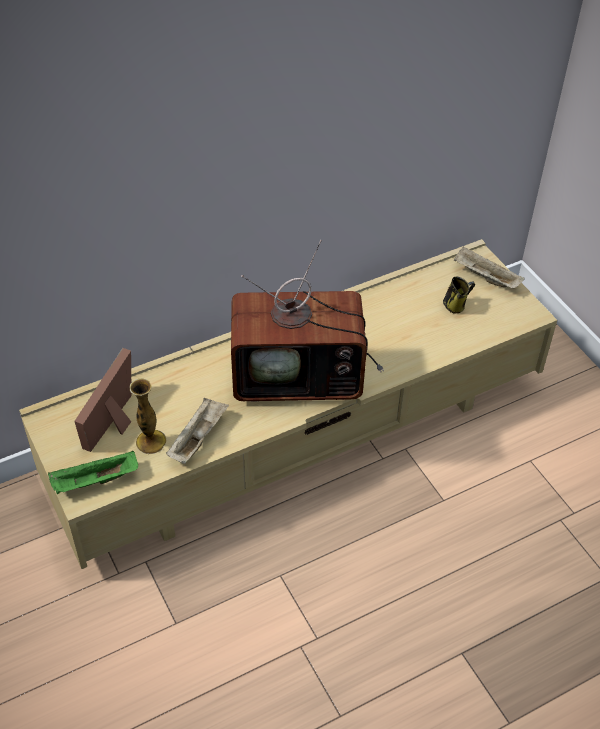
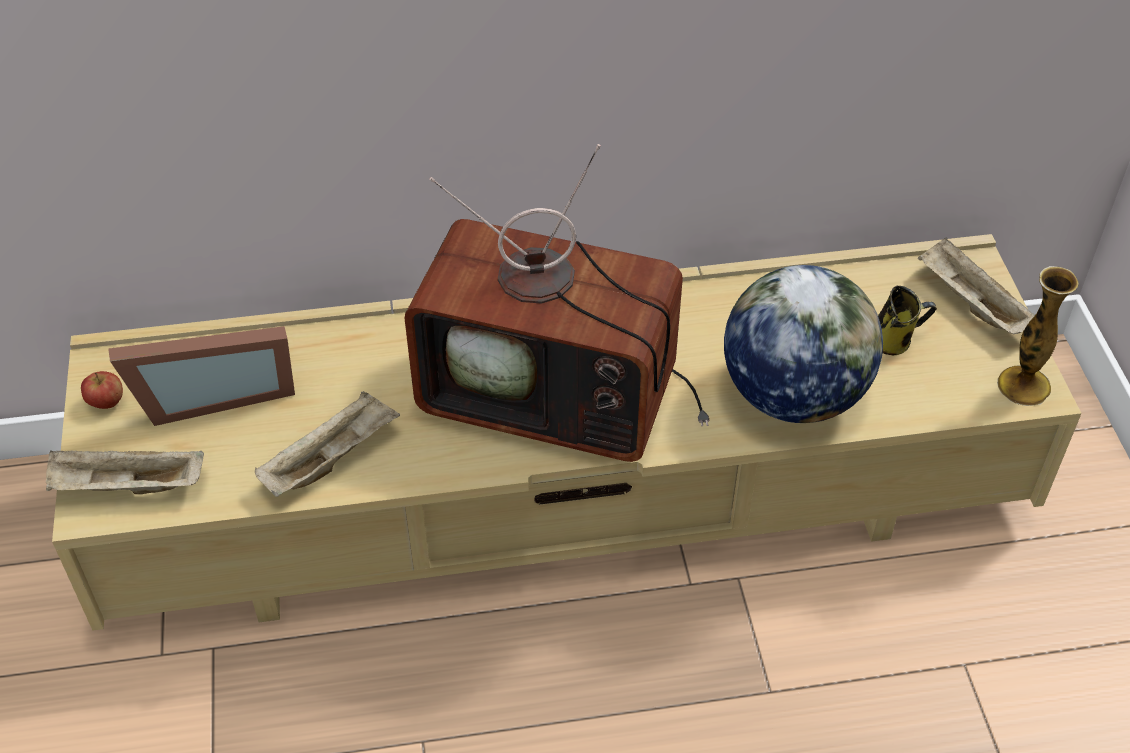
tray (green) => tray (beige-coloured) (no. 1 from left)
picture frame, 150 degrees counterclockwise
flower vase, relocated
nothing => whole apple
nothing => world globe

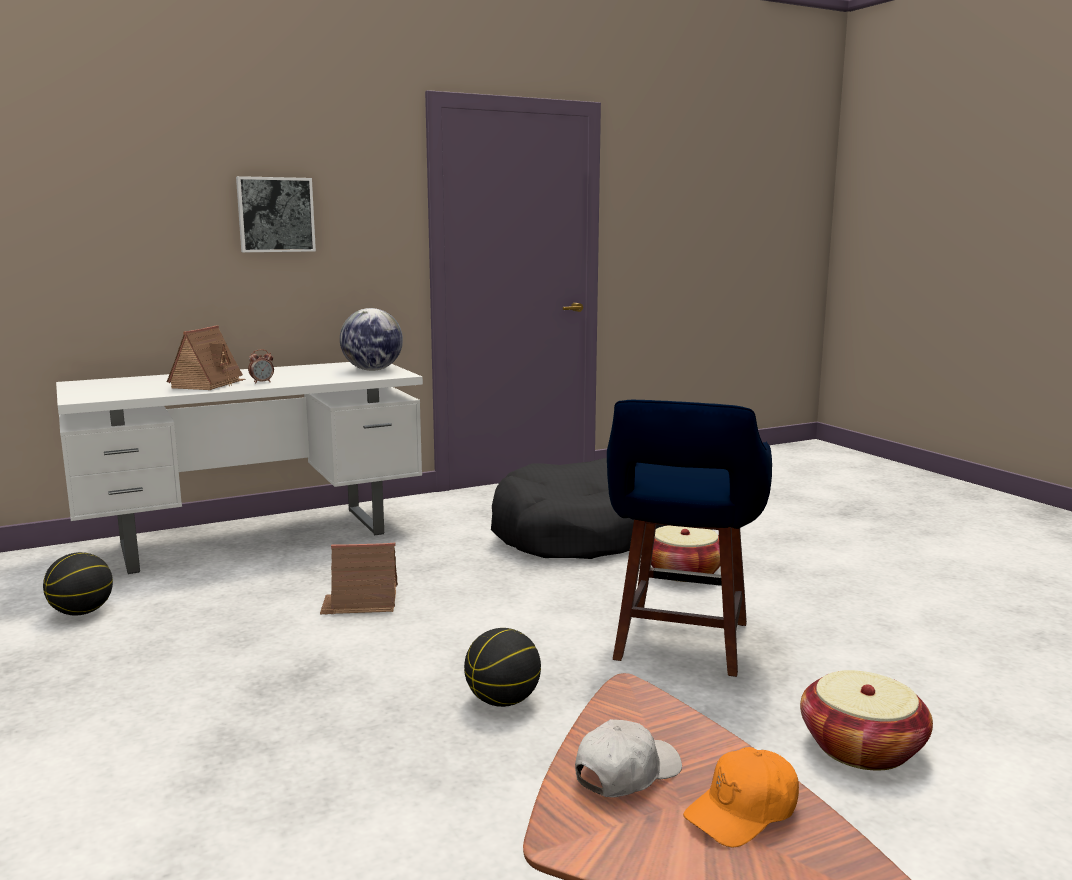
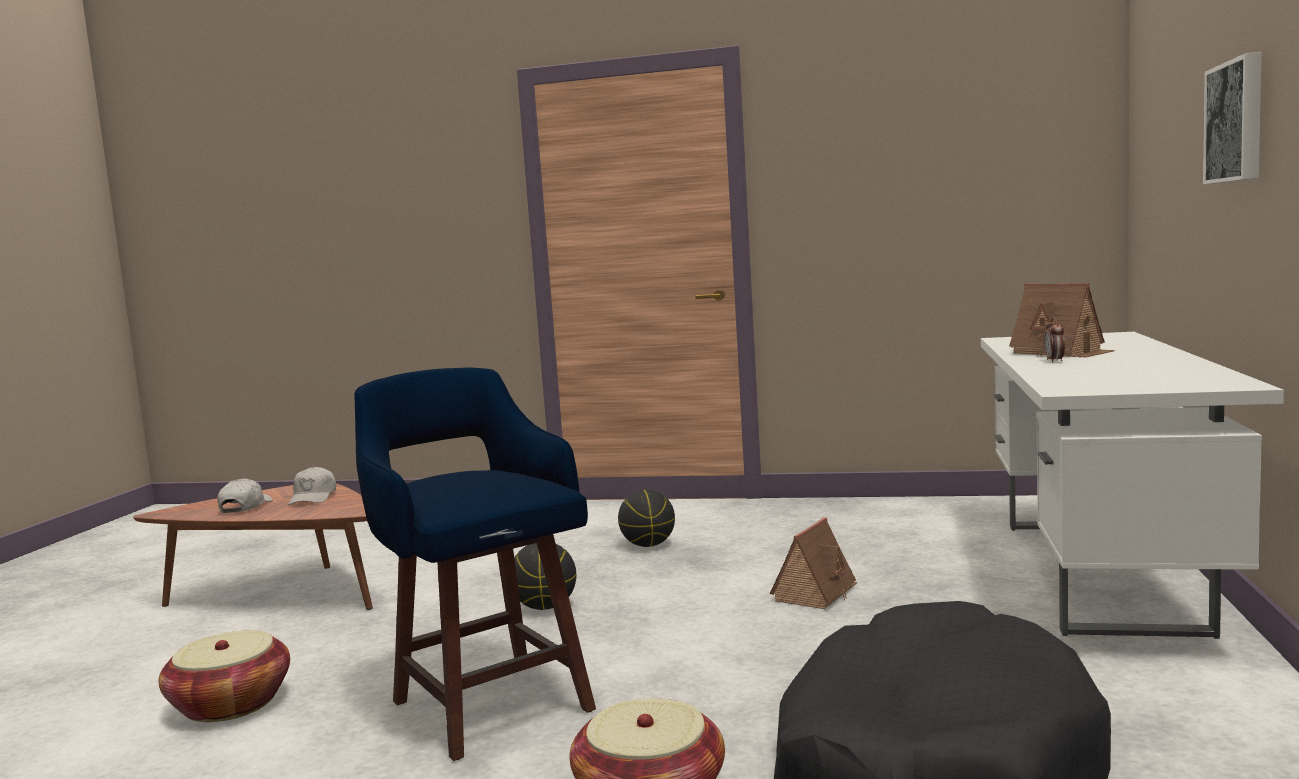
ball for basketball (no. 1 from left in the first image) => ball for basketball (no. 2 from left), relocated
world globe => nothing
peaked cap (orange-coloured) => peaked cap (white-coloured) (no. 1 from left)

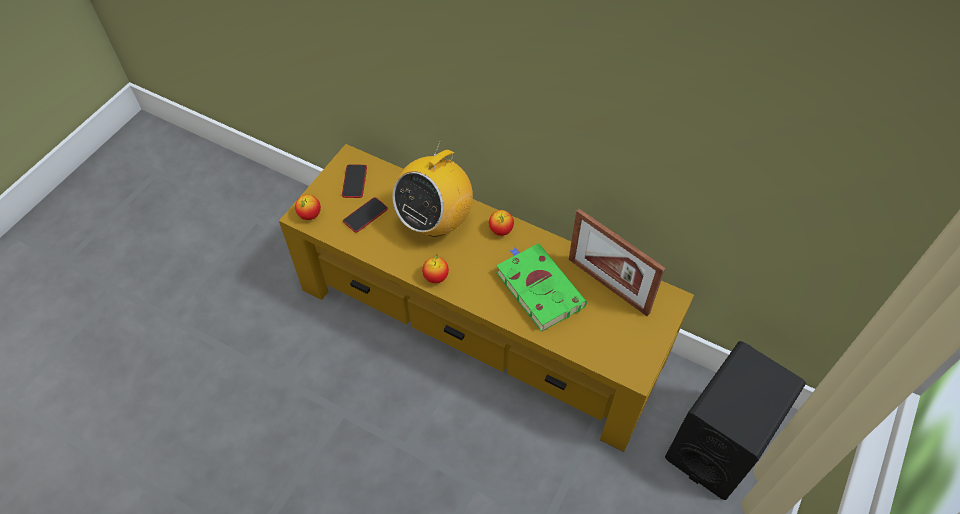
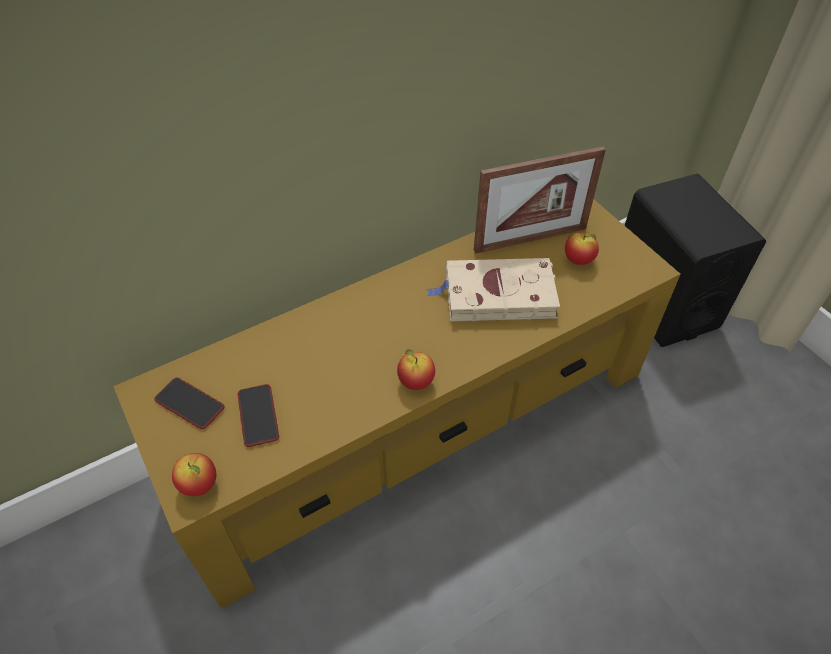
radio => nothing
whole apple (no. 3 from left), relocated
bound book (green) => bound book (beige-coloured)

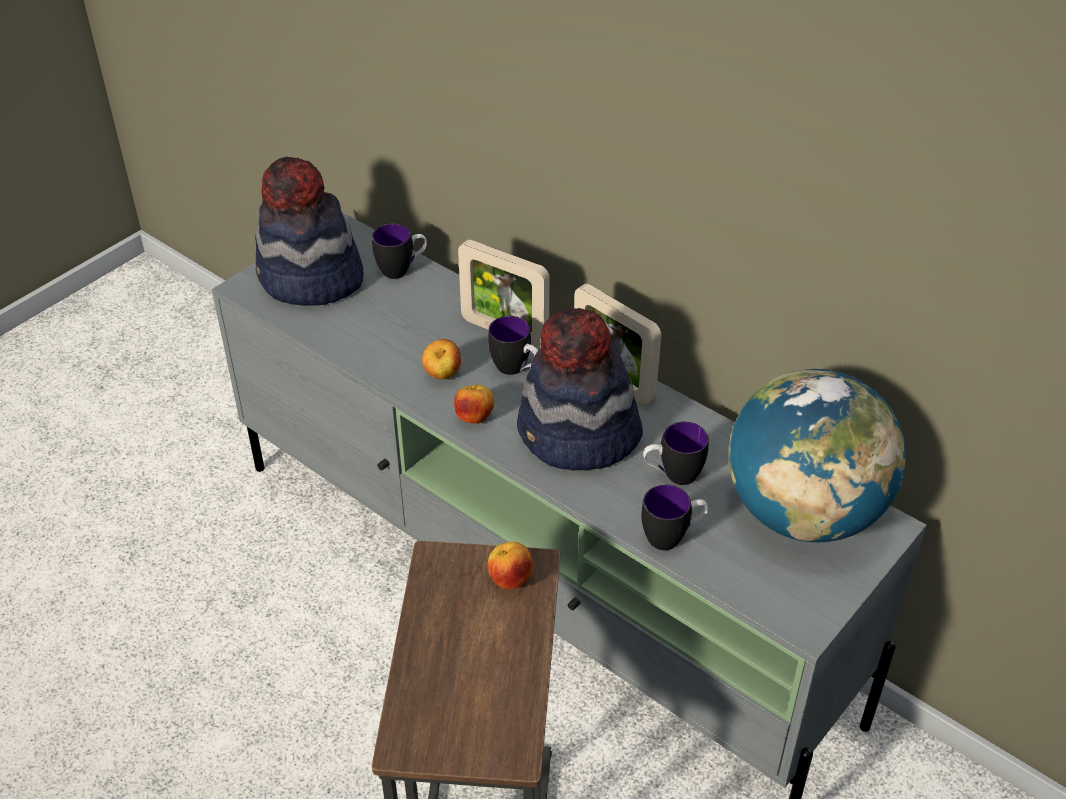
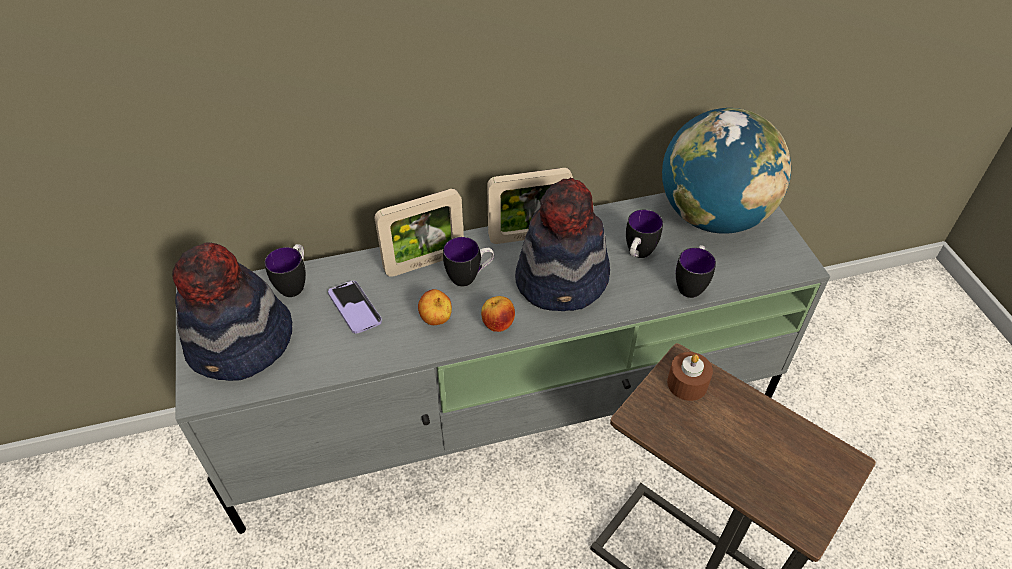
whole apple (no. 3 from left) => wax light (brownish)
nothing => handset

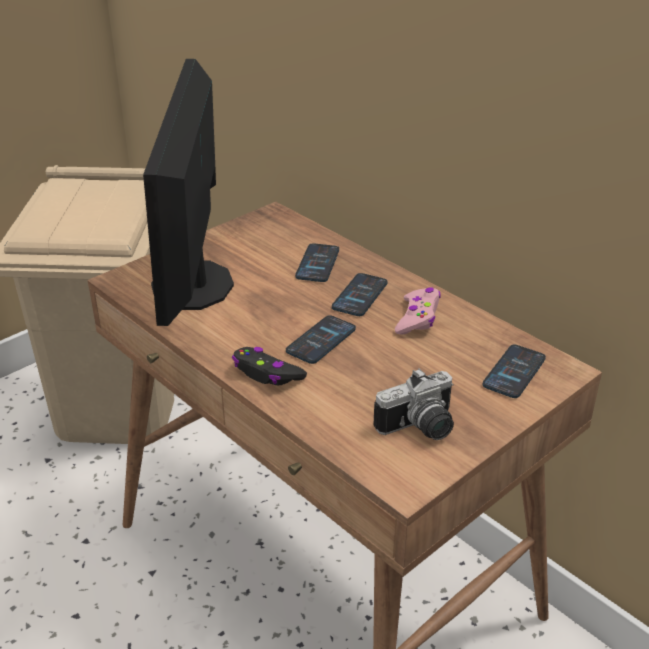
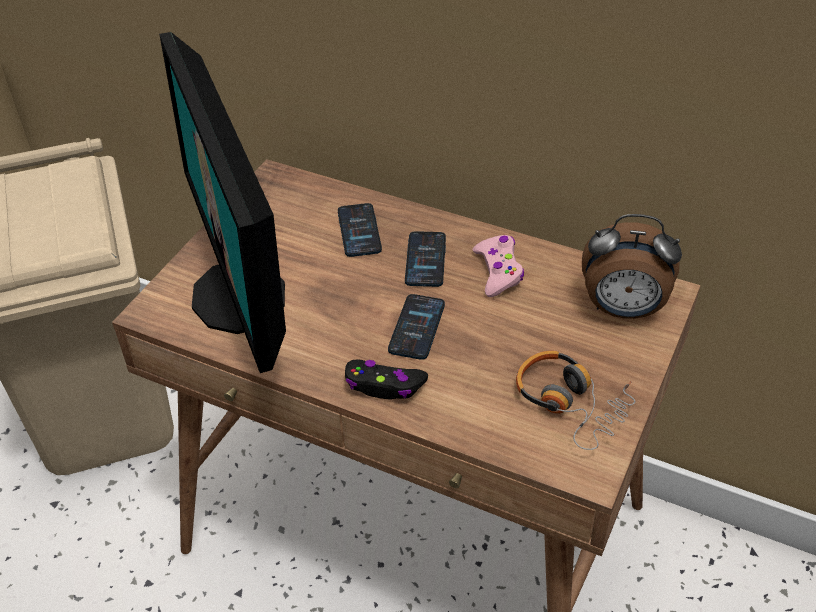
photo camera => headset
handset (no. 4 from left) => table clock

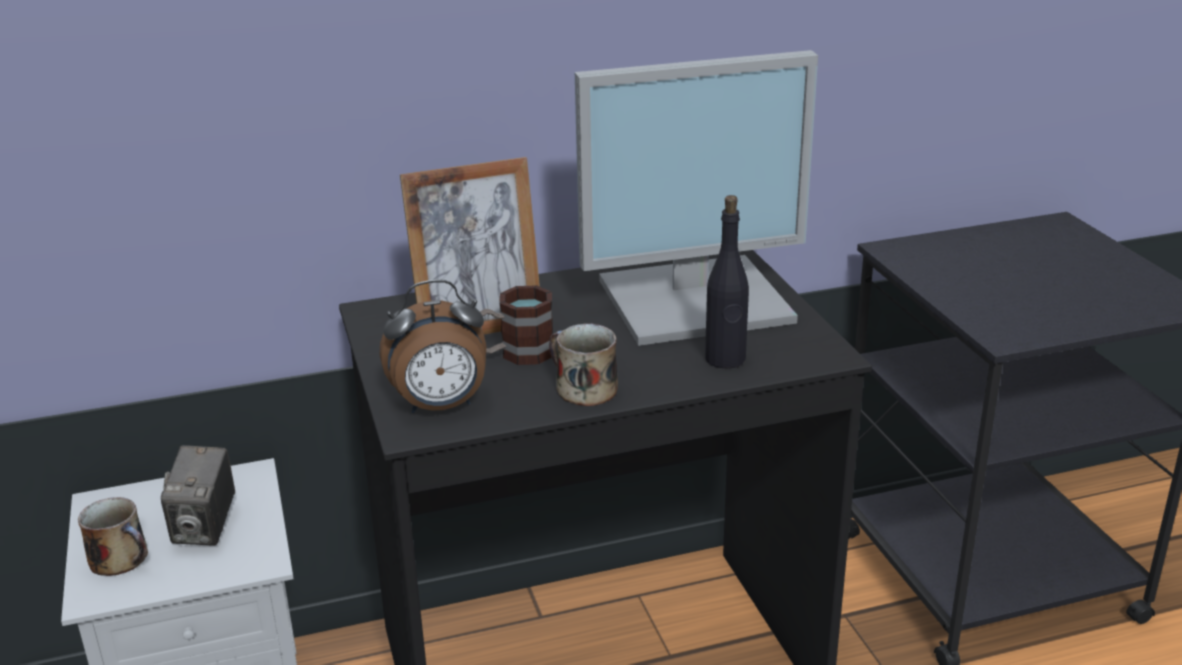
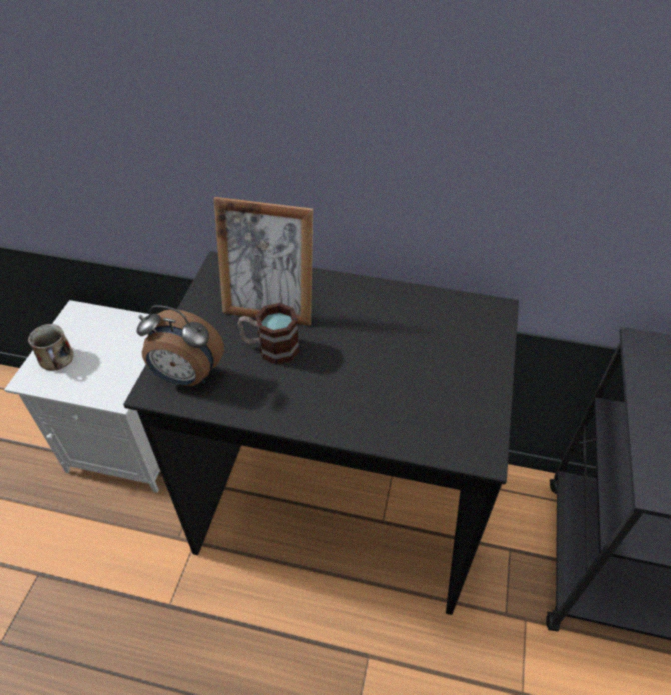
photo camera => nothing
tea mug (no. 3 from left) => nothing
monitor => nothing
drink bottle (blackish) => nothing

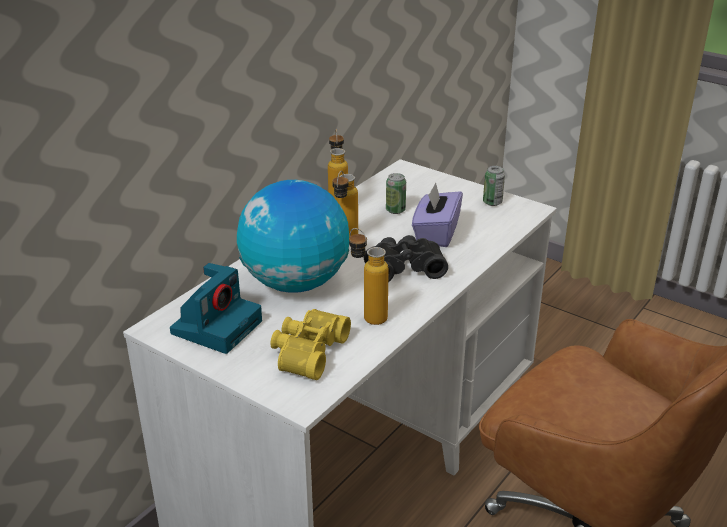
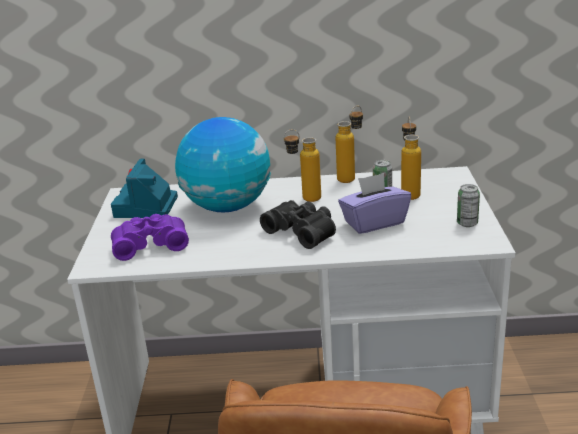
photo camera, 105 degrees clockwise
binoculars (yellow) => binoculars (purple-coloured)
drink bottle (no. 3 from left), relocated

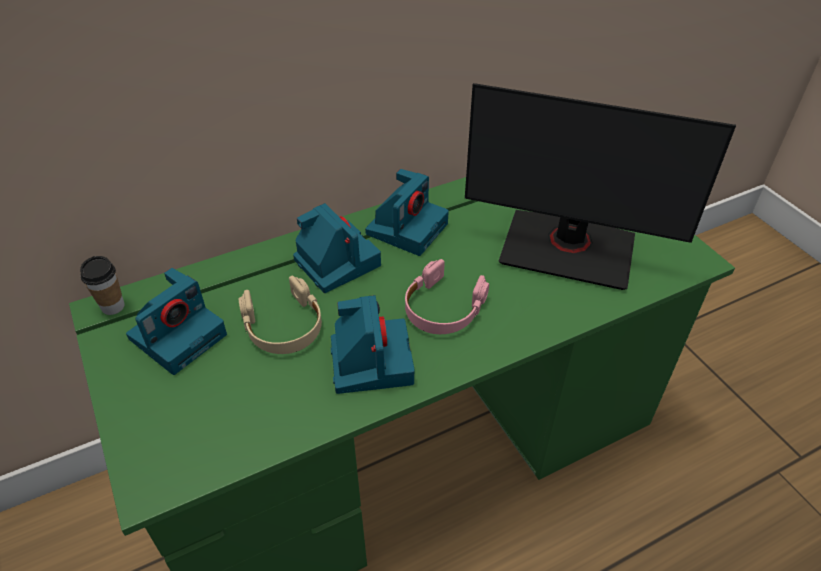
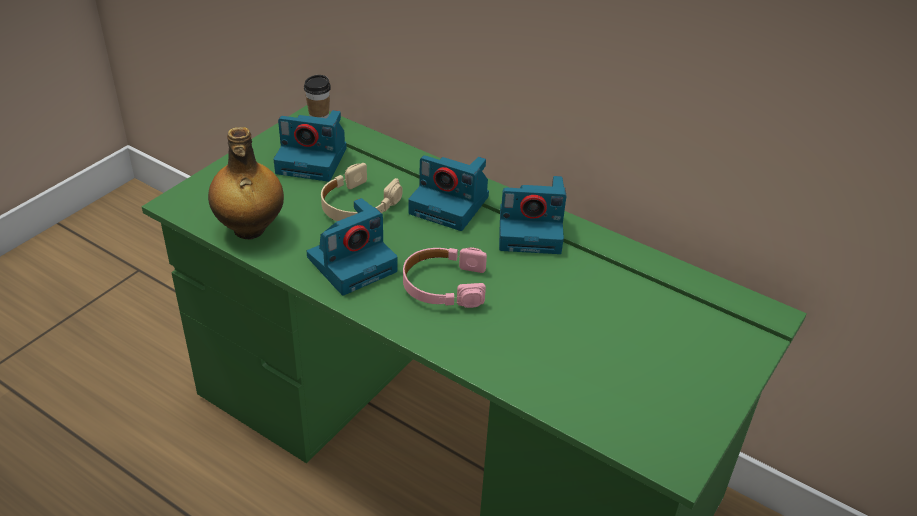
photo camera (no. 2 from left in the first image) => photo camera (no. 3 from left), 90 degrees clockwise
monitor => nothing
nothing => drink bottle

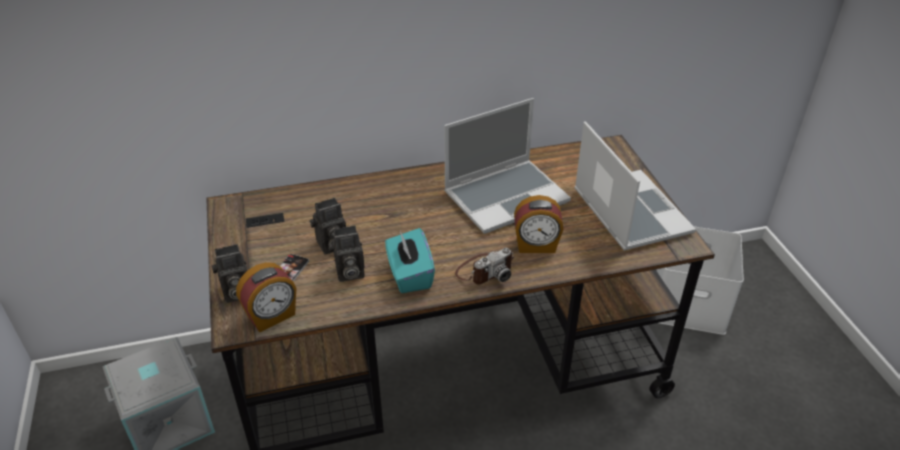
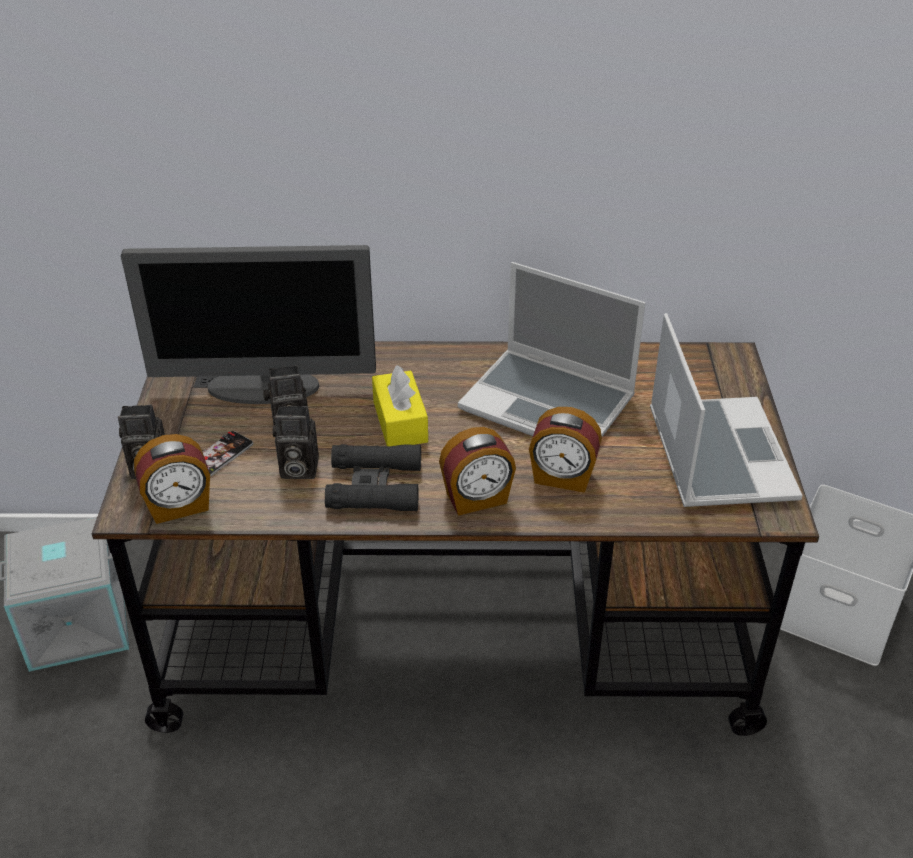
box of tissues (turquoise-coloured) => binoculars (blackish)
laptop (no. 1 from left), 45 degrees clockwise
photo camera (no. 4 from left) => table clock (no. 2 from left)
nothing => monitor
nothing => box of tissues (yellow)

